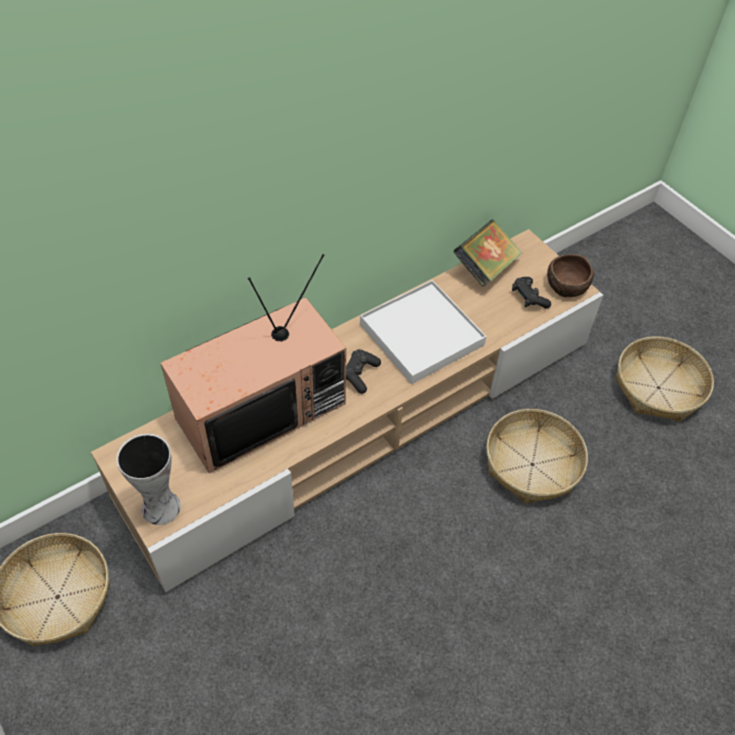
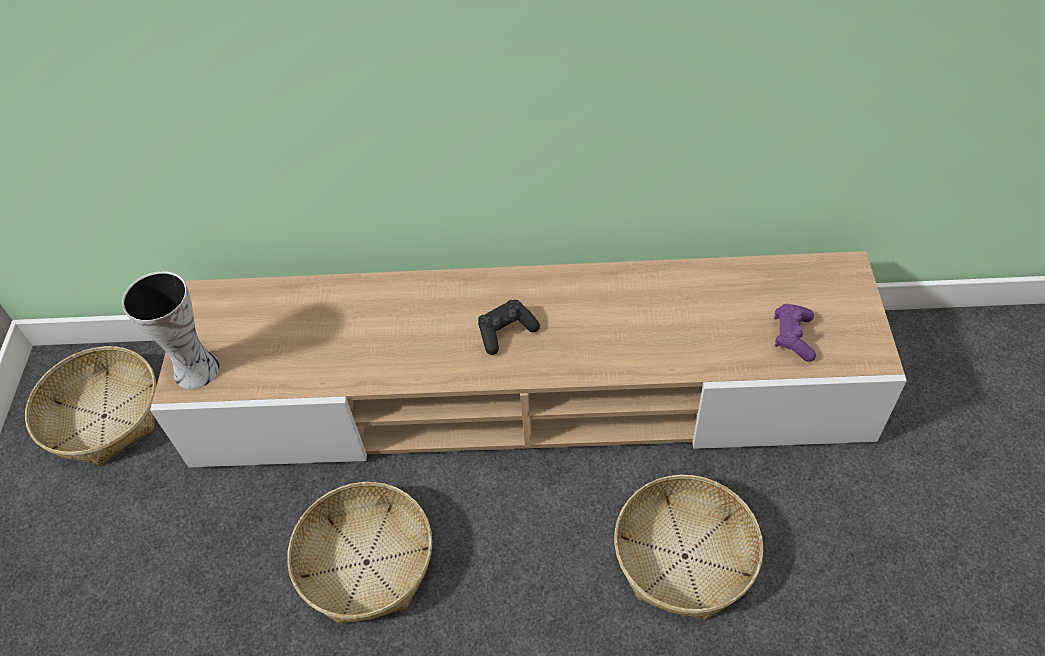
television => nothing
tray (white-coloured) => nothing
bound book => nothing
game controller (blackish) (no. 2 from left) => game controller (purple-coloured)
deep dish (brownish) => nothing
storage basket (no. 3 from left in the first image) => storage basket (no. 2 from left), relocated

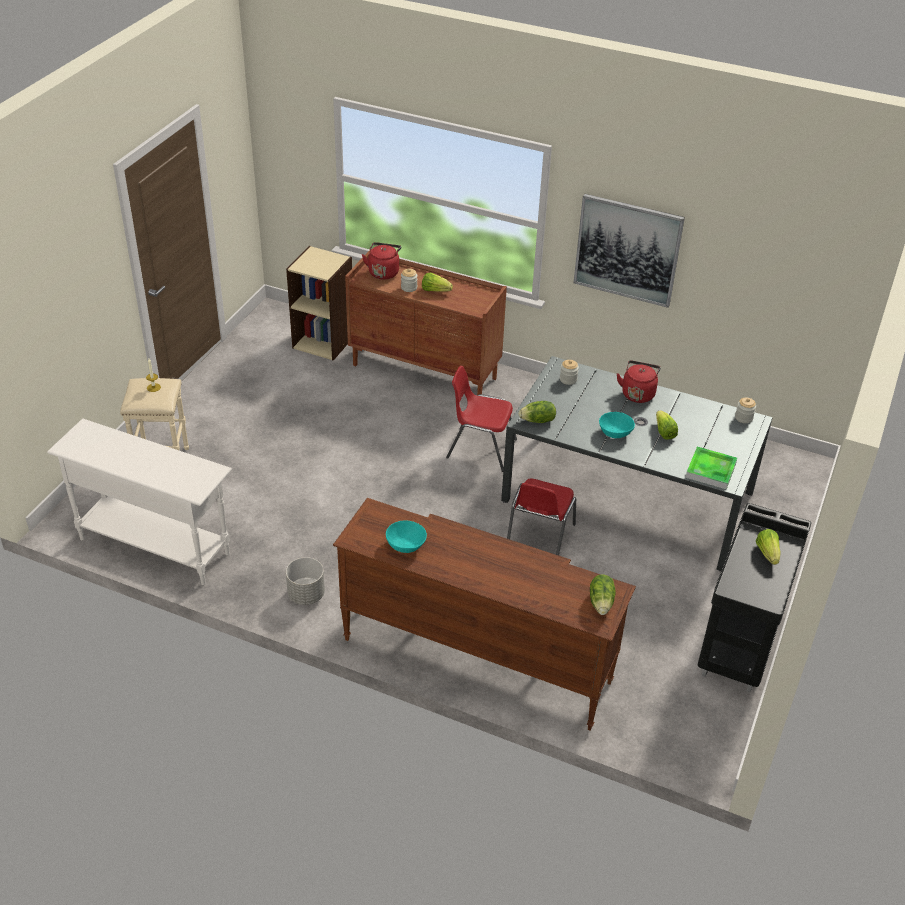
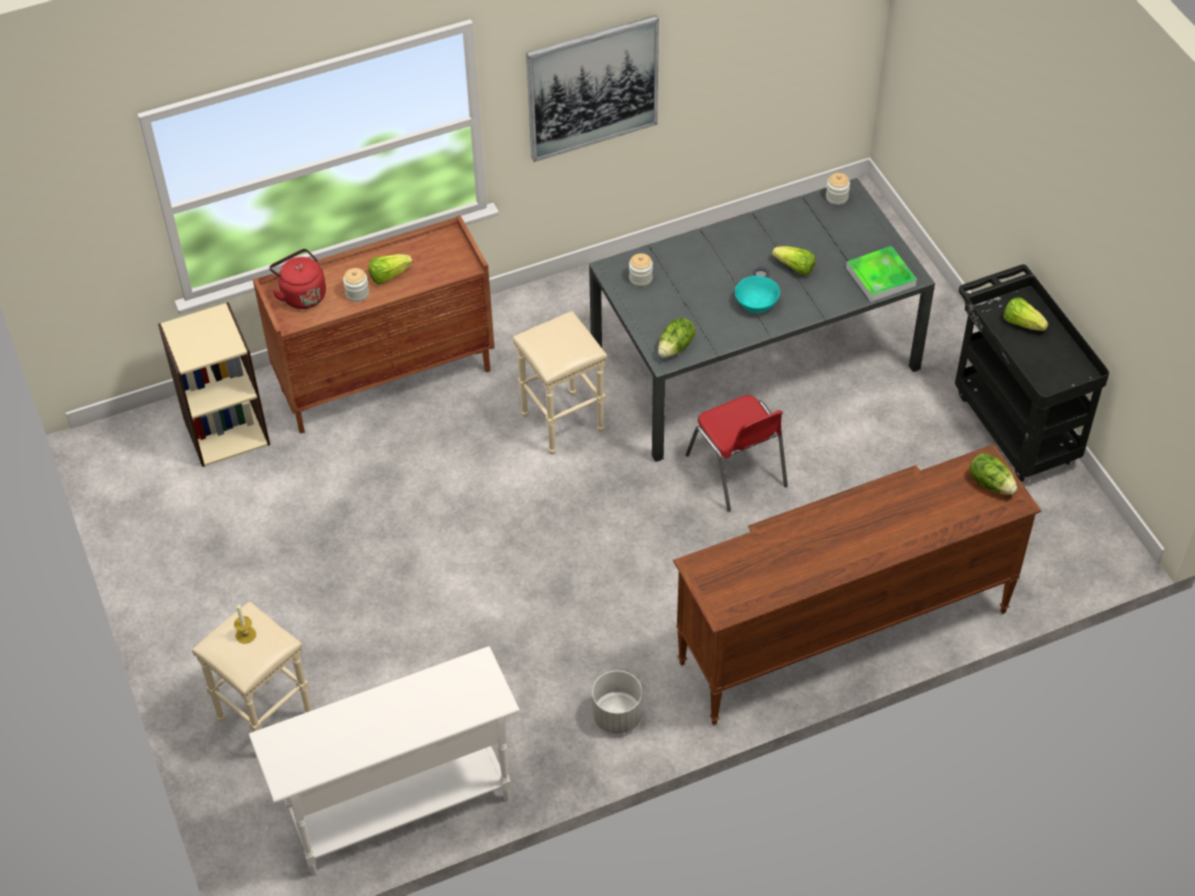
deep dish (turquoise-coloured) (no. 1 from left) => nothing
chair (reddish) (no. 1 from left) => stool seat (beige-coloured) (no. 2 from left)
kettle (reddish) (no. 2 from left) => nothing

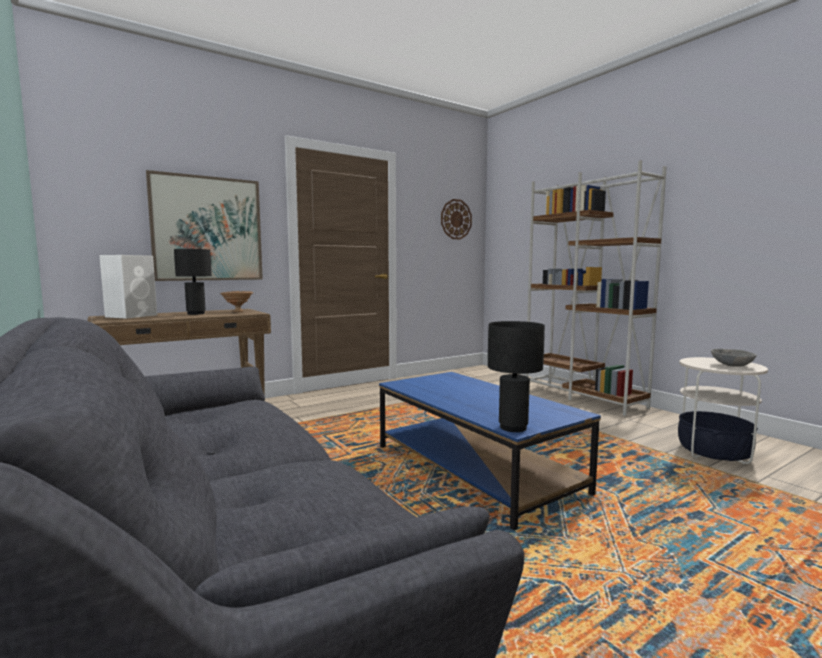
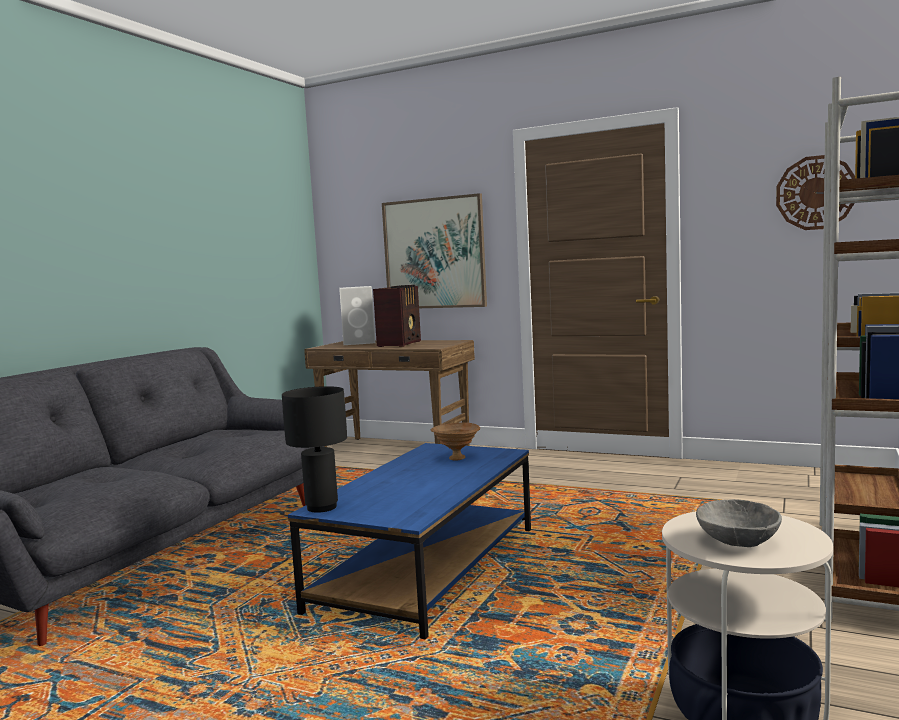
table lamp (blackish) (no. 1 from left) => radio
deep dish (brownish), relocated

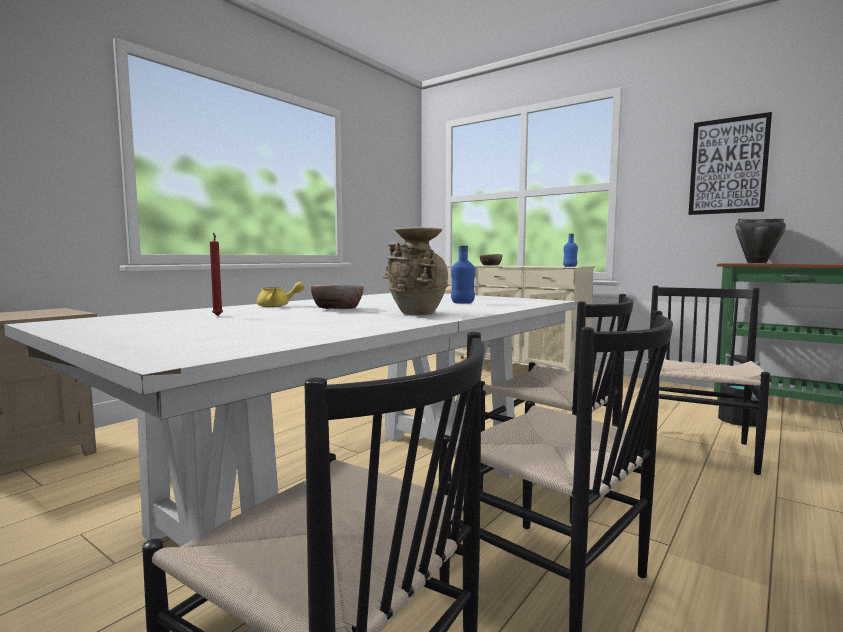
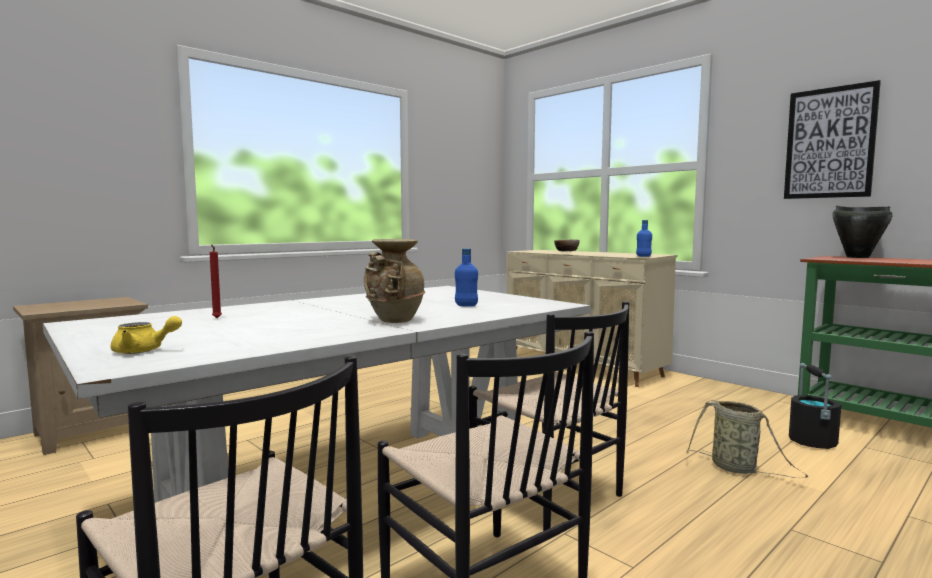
teapot (yellow), relocated
deep dish (no. 1 from left) => nothing
chair (blackish) (no. 4 from left) => storage basket

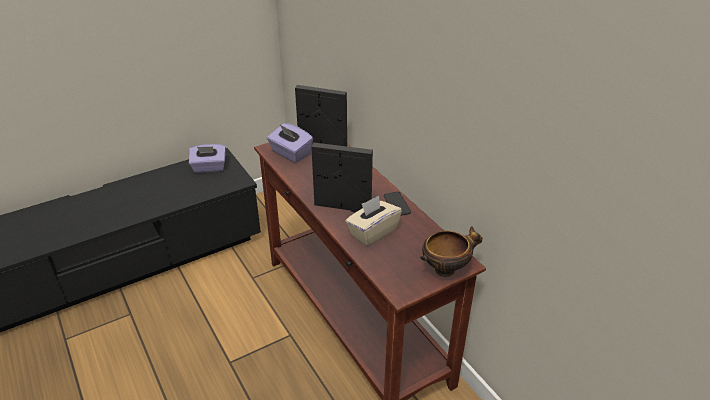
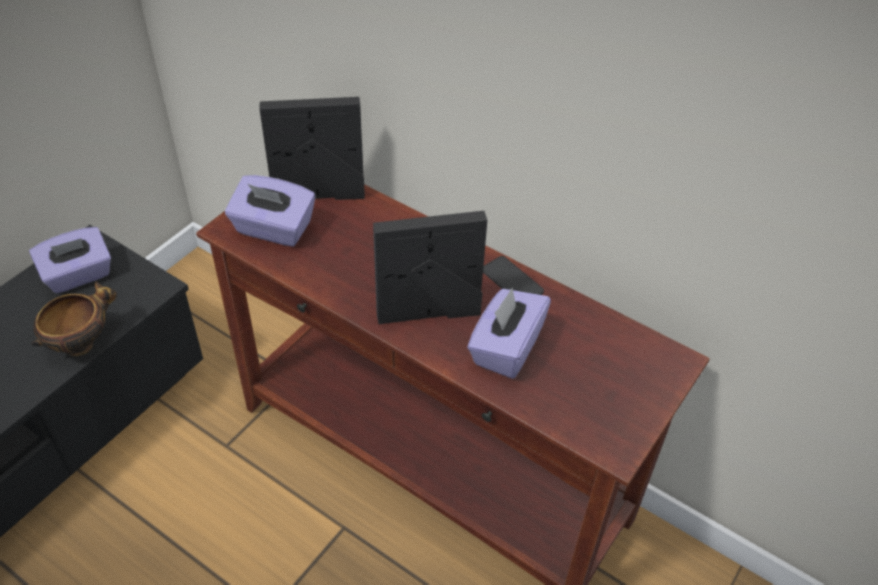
box of tissues (beige-coloured) => box of tissues (purple-coloured) (no. 3 from left)
deep dish, relocated

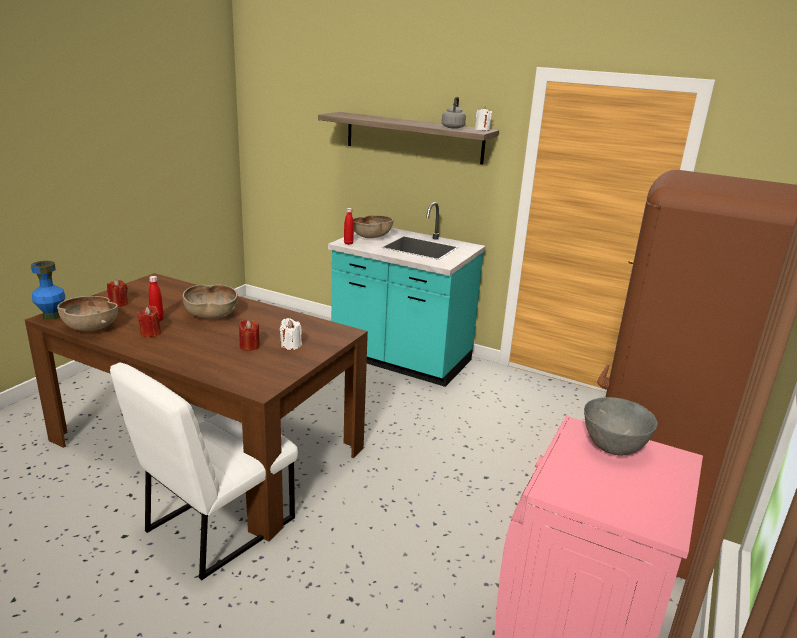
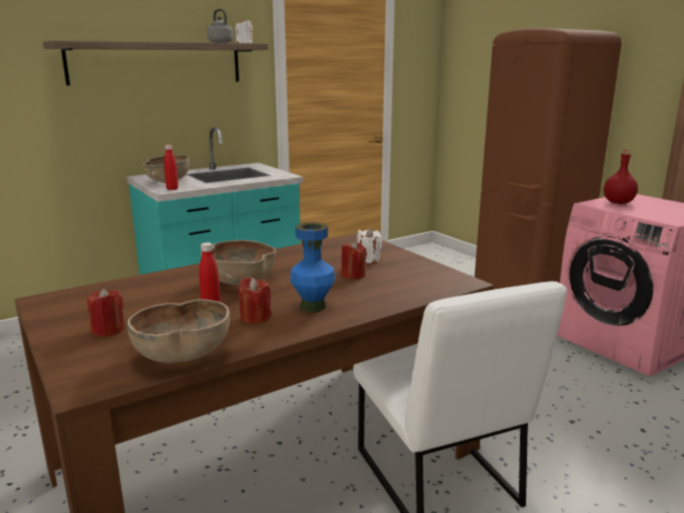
flower vase (blue), relocated
deep dish (grey) => drink bottle (reddish) (no. 3 from left)

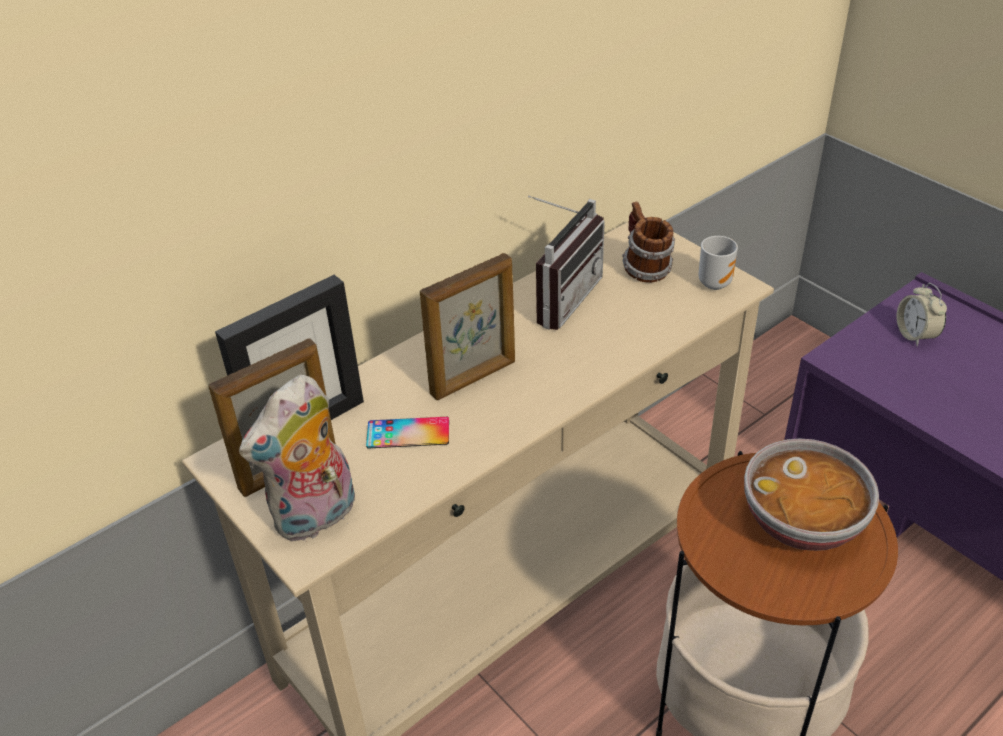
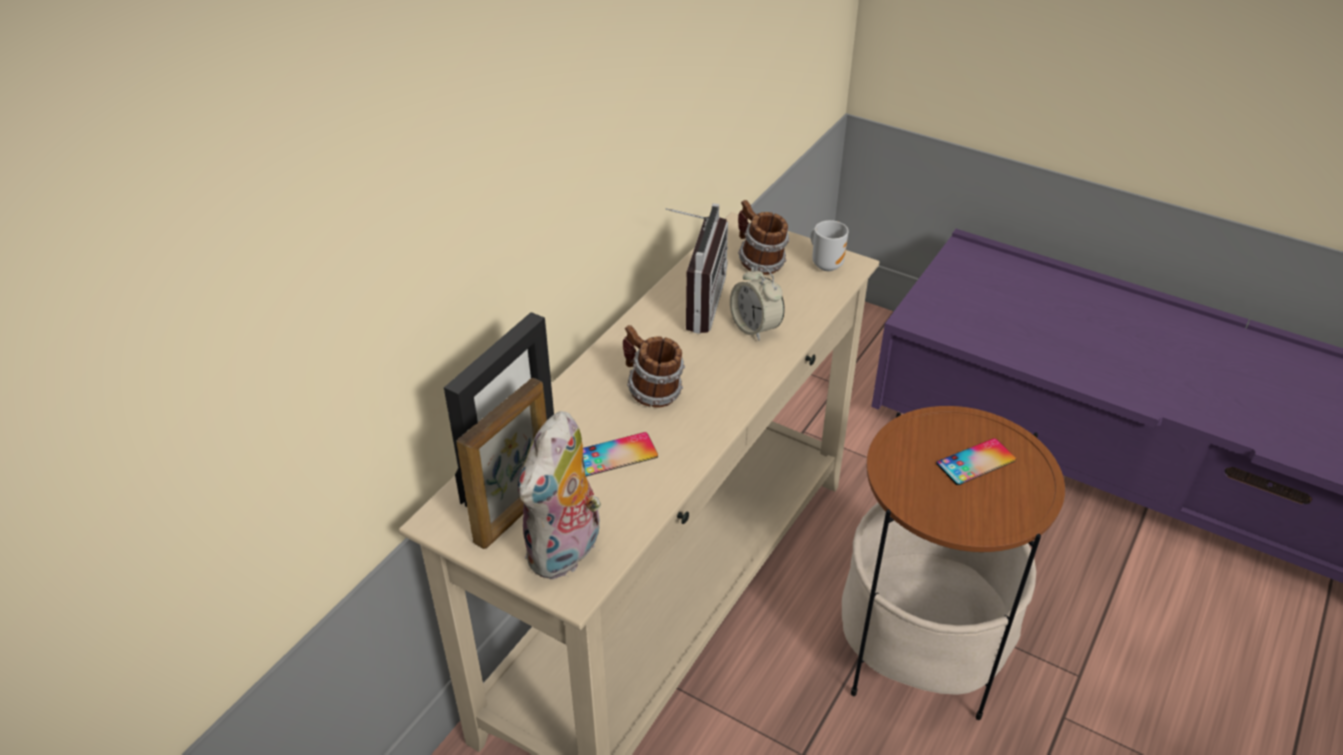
picture frame (no. 3 from left) => tea mug (no. 1 from left)
deep dish => handset (no. 2 from left)
table clock, relocated

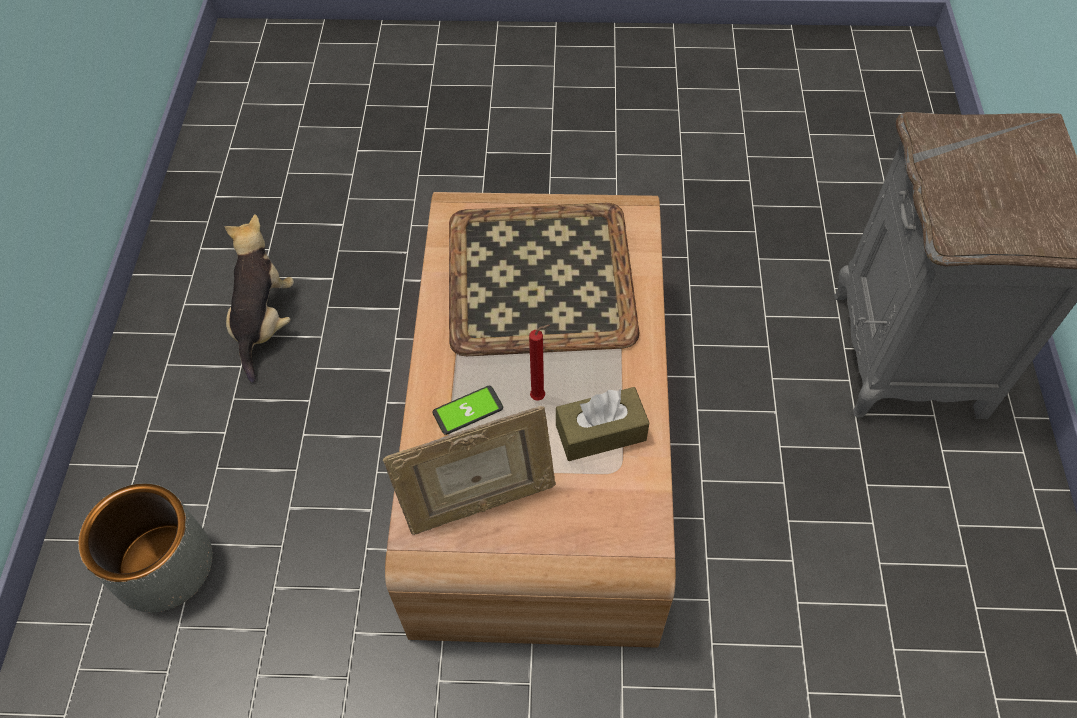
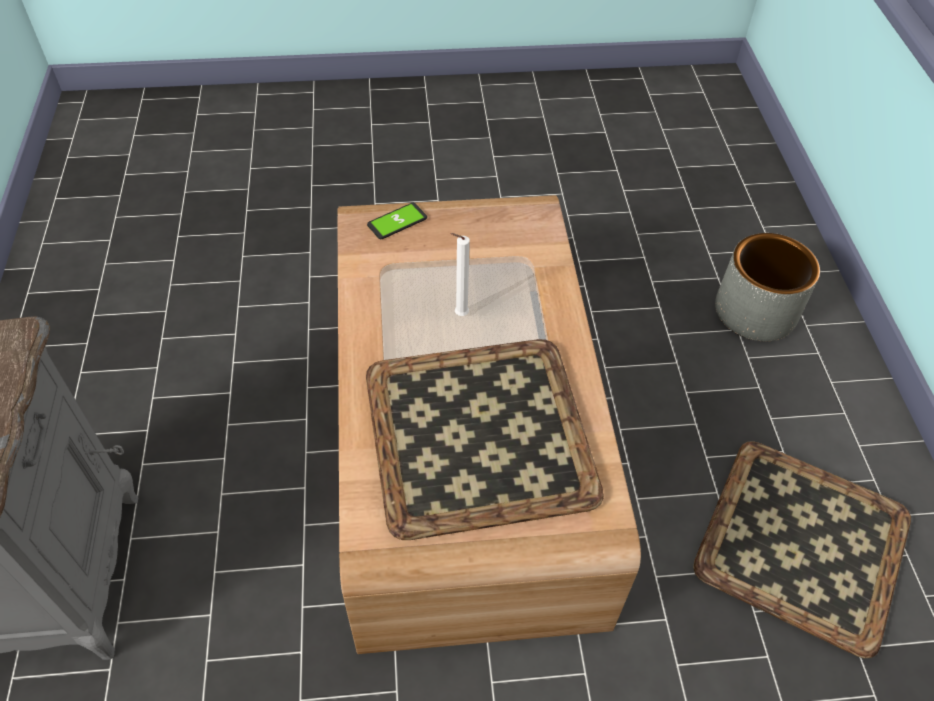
plush toy => tray (no. 2 from left)
picture frame => nothing
handset, relocated
wax light (reddish) => wax light (white-coloured)
box of tissues (brownish) => nothing

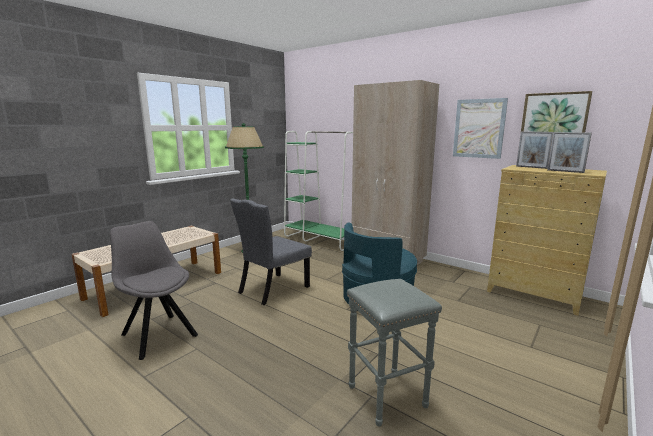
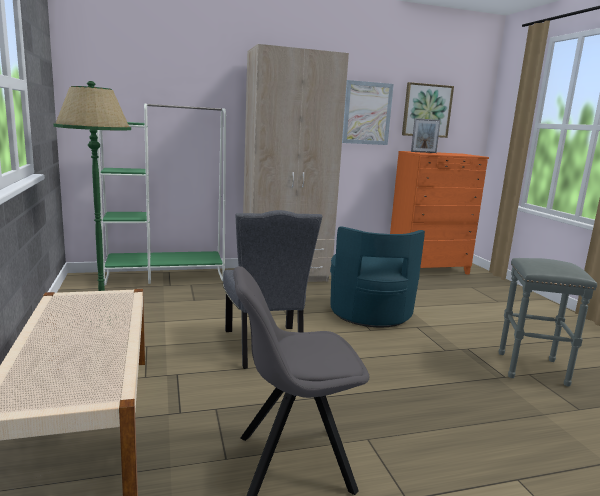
dresser (beige-coloured) => dresser (orange-coloured)
picture frame (no. 2 from left) => nothing

